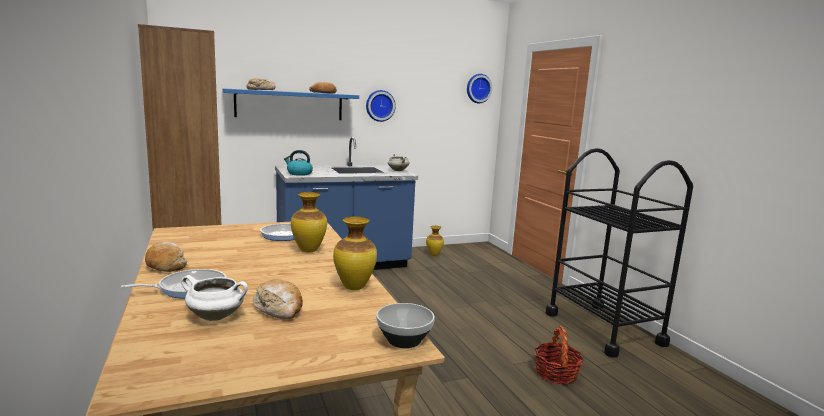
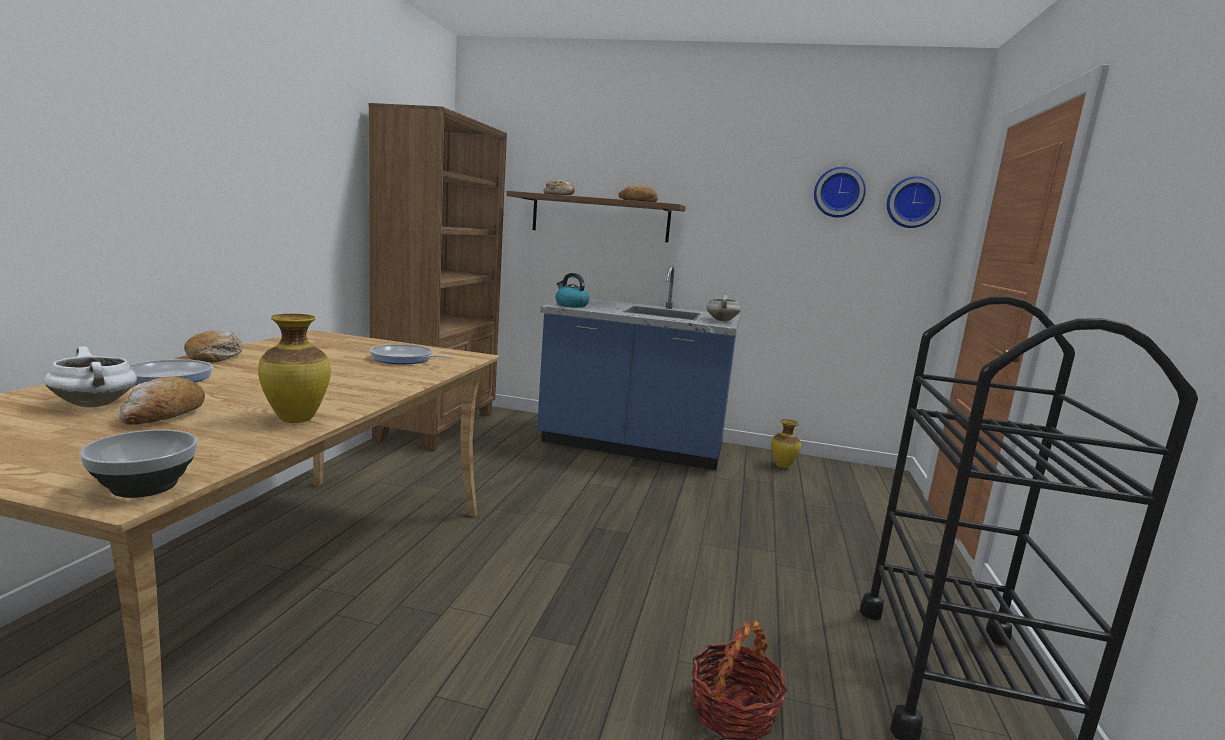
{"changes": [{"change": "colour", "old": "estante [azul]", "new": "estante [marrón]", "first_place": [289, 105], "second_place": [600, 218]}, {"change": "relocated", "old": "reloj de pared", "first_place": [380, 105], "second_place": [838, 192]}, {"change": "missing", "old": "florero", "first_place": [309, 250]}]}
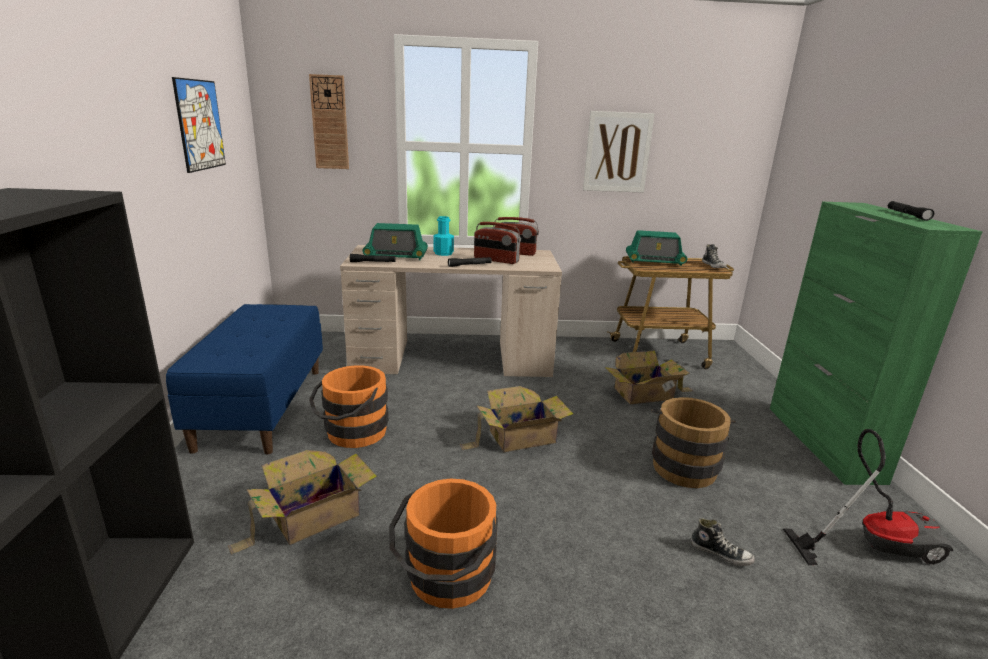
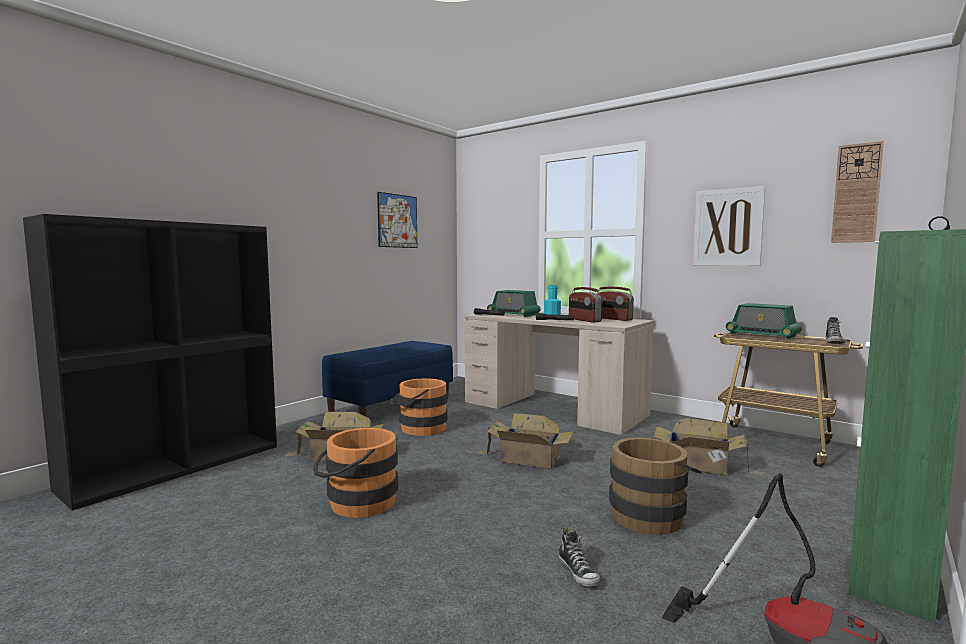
{"changes": [{"change": "relocated", "old": "reloj de pared", "first_place": [330, 123], "second_place": [856, 193]}]}
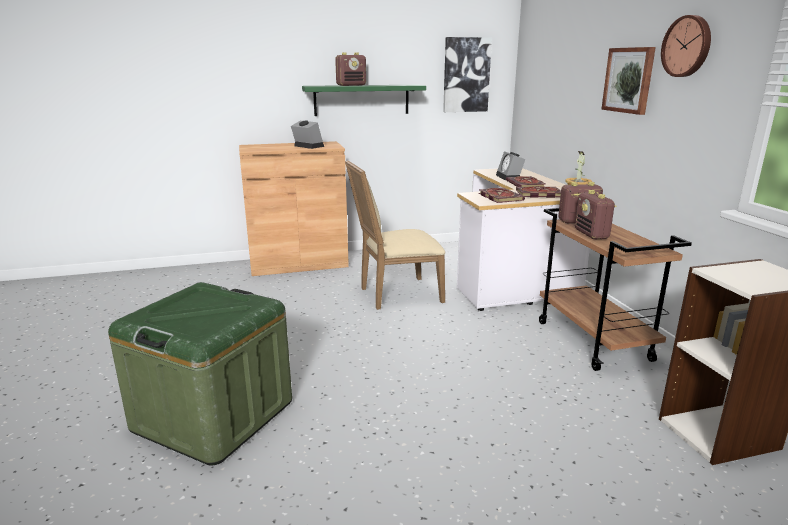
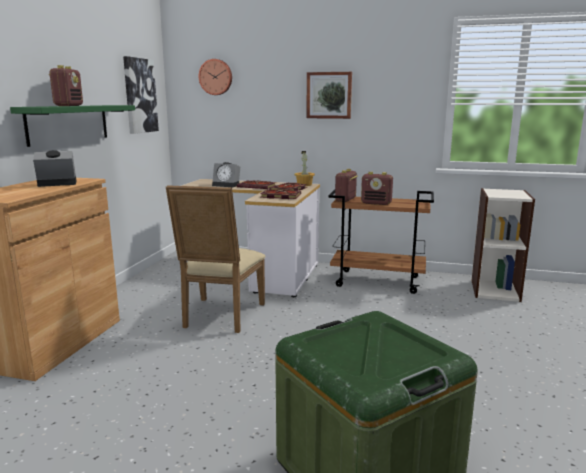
{"changes": [{"change": "relocated", "old": "reloj de pared", "first_place": [687, 46], "second_place": [216, 77]}]}
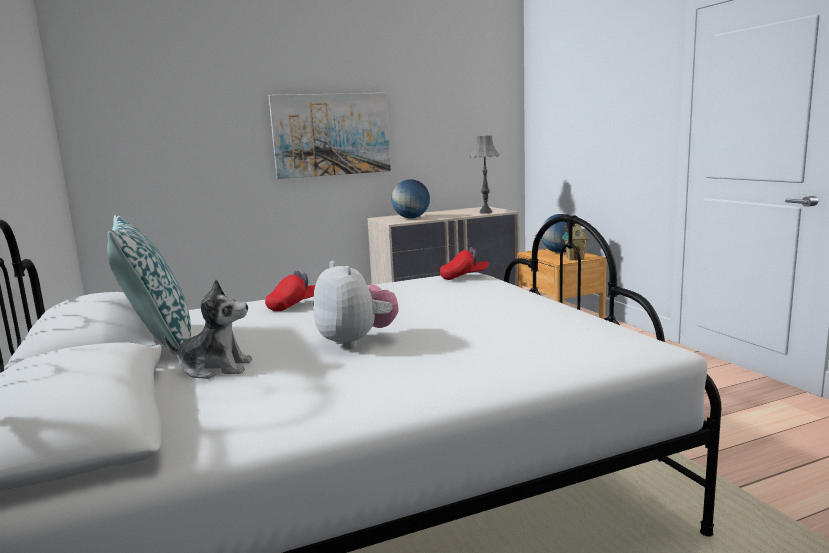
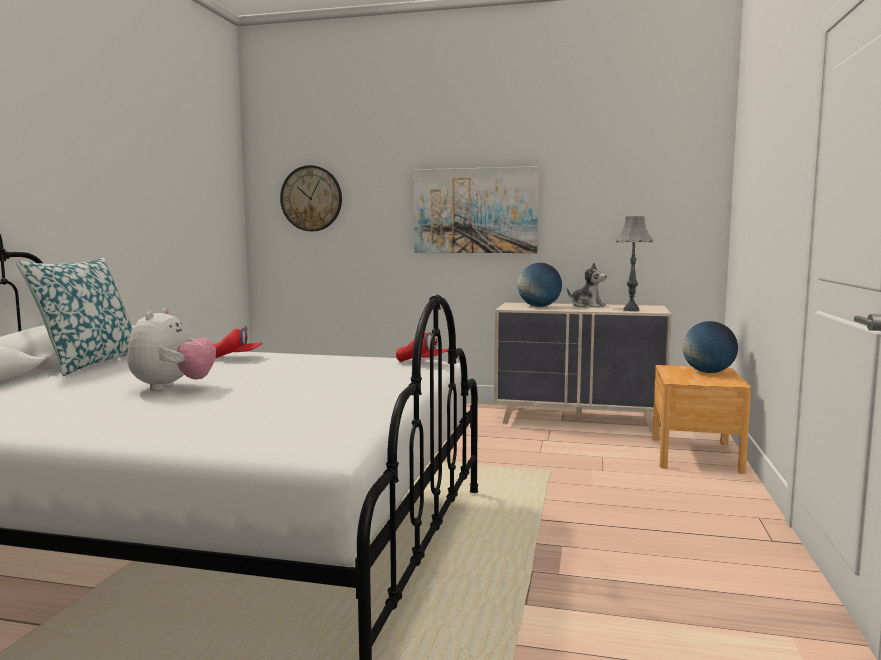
{"changes": [{"change": "missing", "old": "casita", "first_place": [575, 258]}, {"change": "relocated", "old": "peluche", "first_place": [216, 368], "second_place": [587, 306]}, {"change": "appeared", "new": "reloj de pared", "second_place": [311, 198]}]}
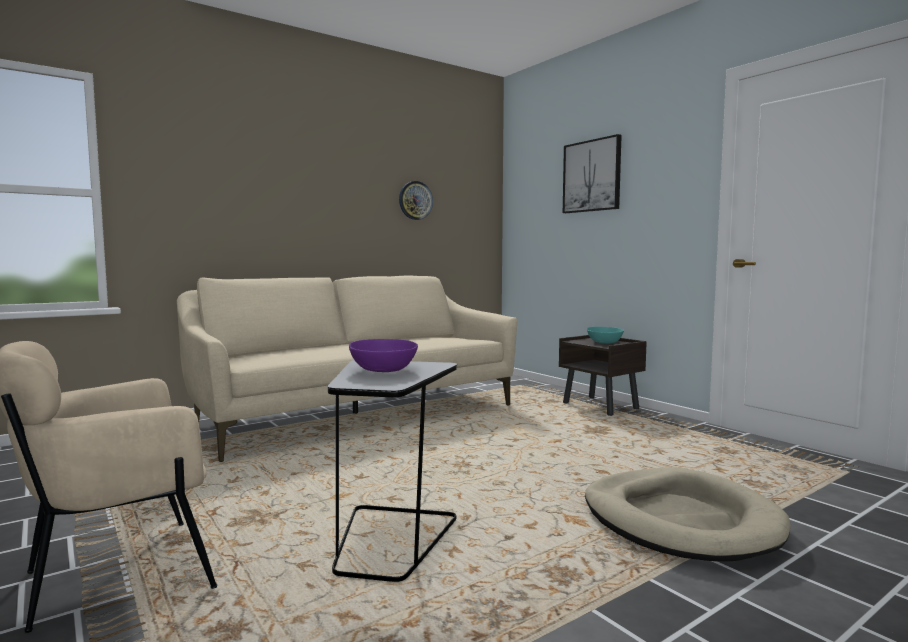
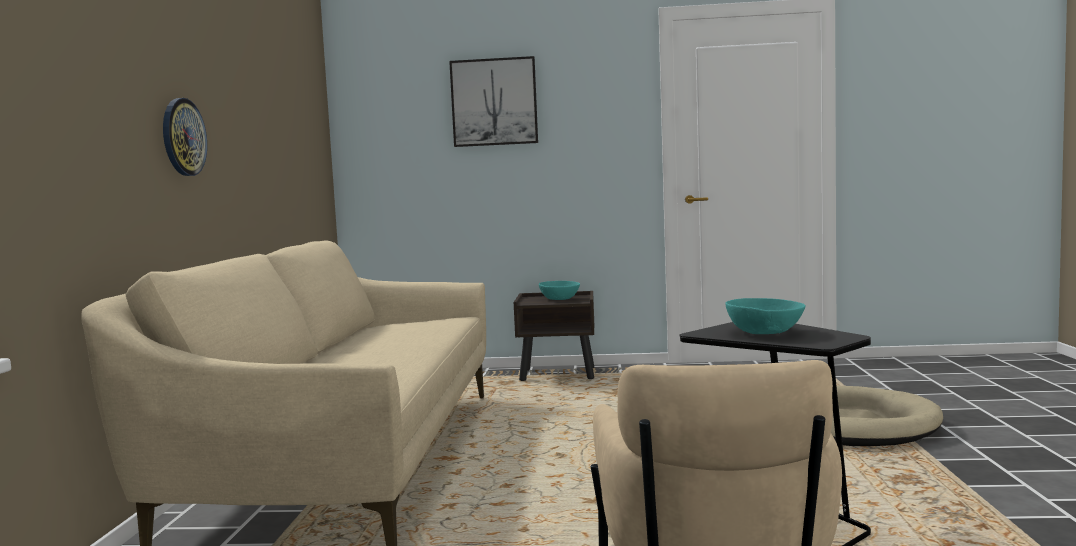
{"changes": [{"change": "relocated", "old": "reloj de pared", "first_place": [415, 200], "second_place": [183, 137]}, {"change": "colour", "old": "cuenco [morado]", "new": "cuenco [turquesa]", "first_place": [384, 370], "second_place": [765, 332]}]}
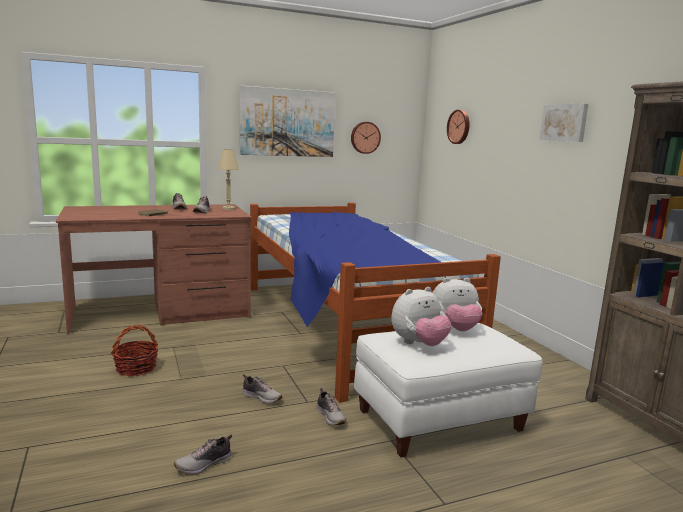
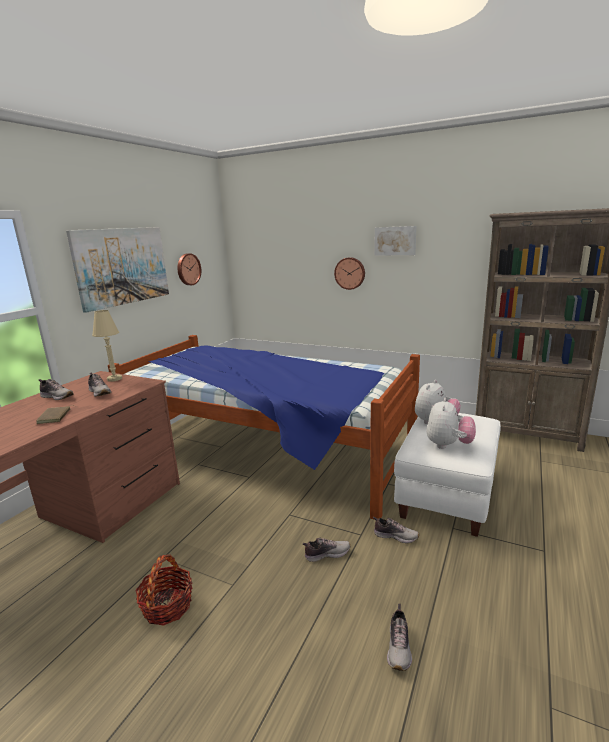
{"changes": [{"change": "relocated", "old": "reloj de pared", "first_place": [459, 127], "second_place": [350, 273]}]}
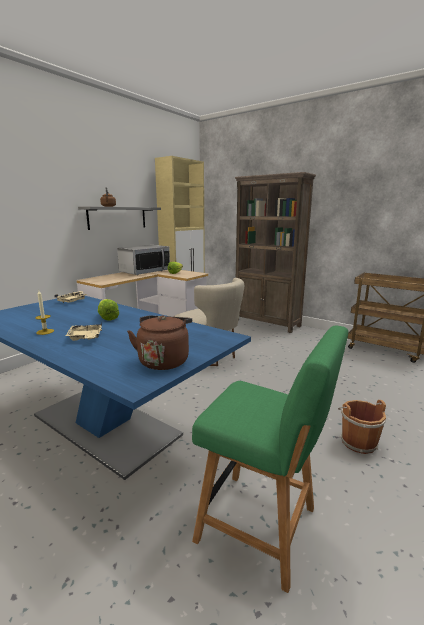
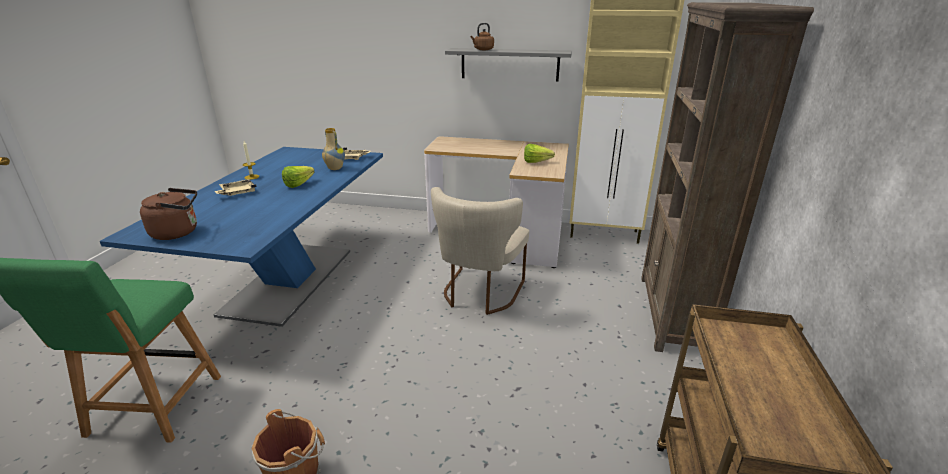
{"changes": [{"change": "missing", "old": "microondas", "first_place": [145, 272]}, {"change": "appeared", "new": "florero", "second_place": [334, 168]}]}
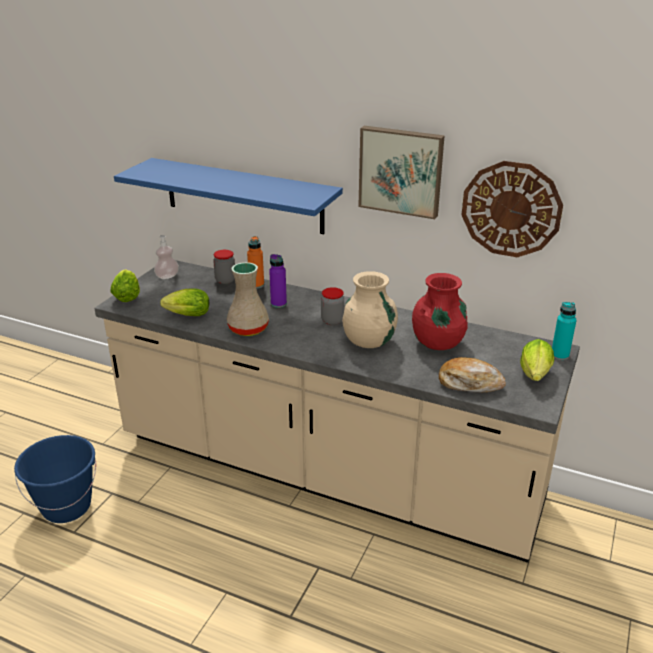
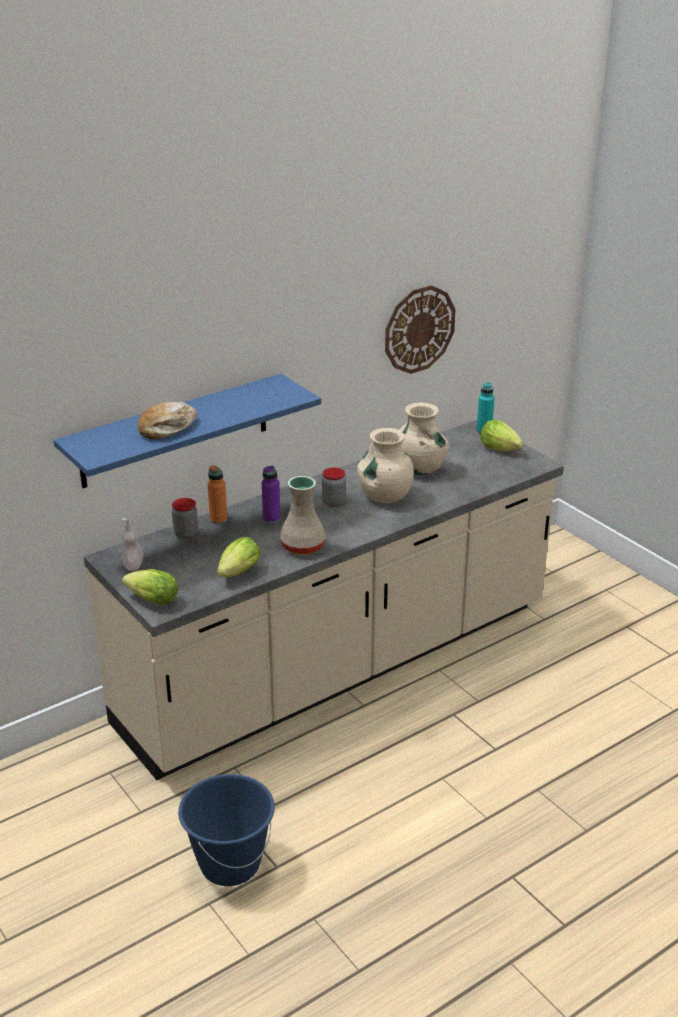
{"changes": [{"change": "missing", "old": "cuadro", "first_place": [401, 171]}, {"change": "colour", "old": "florero [rojo]", "new": "florero [beis]", "first_place": [437, 343], "second_place": [419, 469]}, {"change": "relocated", "old": "pan", "first_place": [469, 383], "second_place": [167, 428]}]}
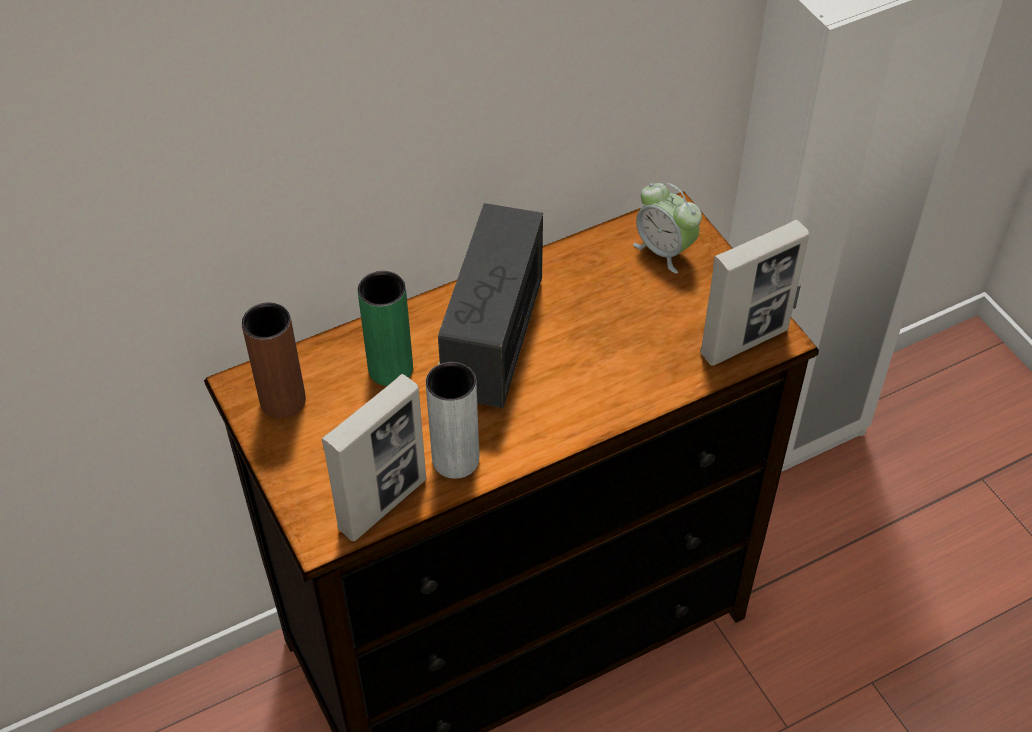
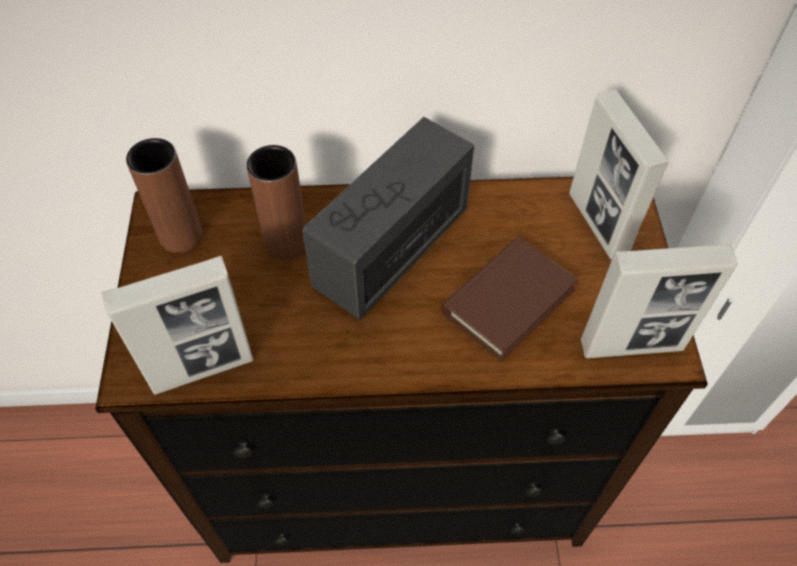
{"changes": [{"change": "exchanged", "old": "despertador", "new": "portarretratos", "first_place": [664, 250], "second_place": [598, 224]}, {"change": "colour", "old": "florero [verde]", "new": "florero [marrón]", "first_place": [390, 369], "second_place": [287, 242]}, {"change": "missing", "old": "florero [gris]", "first_place": [455, 459]}, {"change": "appeared", "new": "libro [marrón]", "second_place": [508, 300]}]}
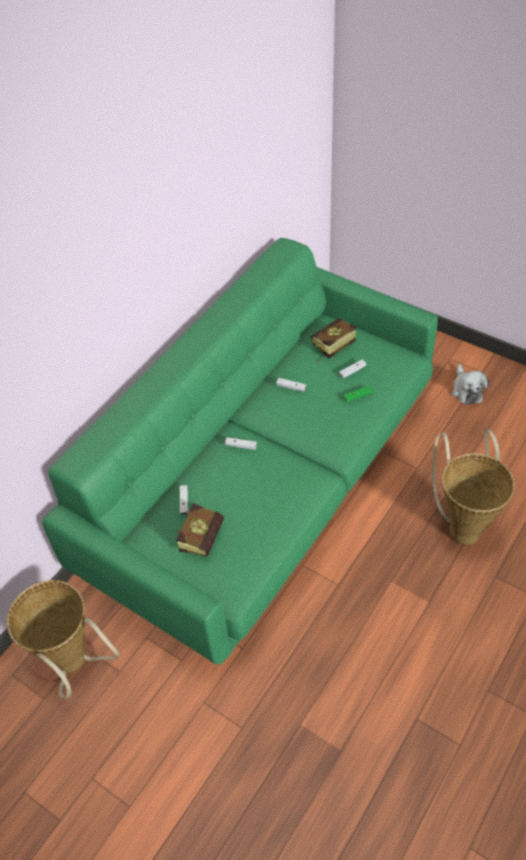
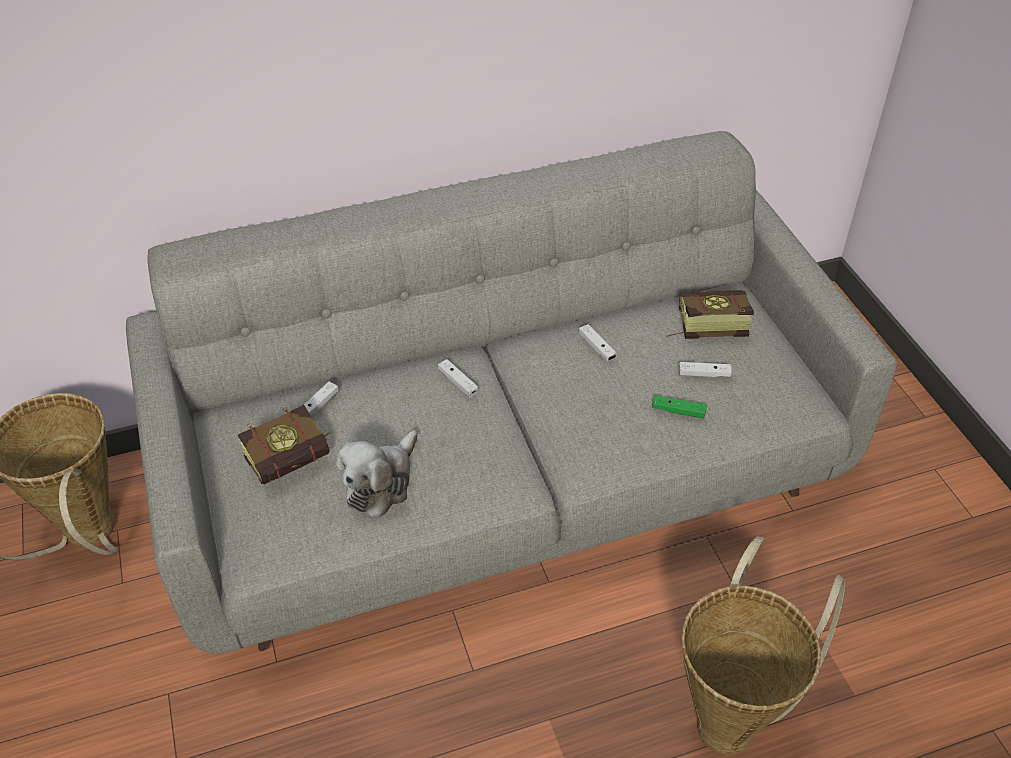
{"changes": [{"change": "colour", "old": "sofá [verde]", "new": "sofá [gris]", "first_place": [266, 484], "second_place": [506, 477]}, {"change": "relocated", "old": "peluche", "first_place": [467, 390], "second_place": [381, 482]}]}
